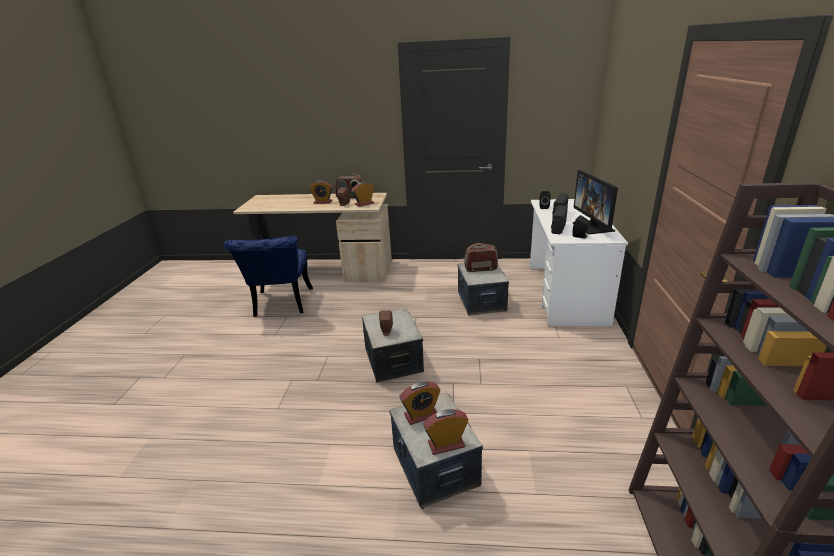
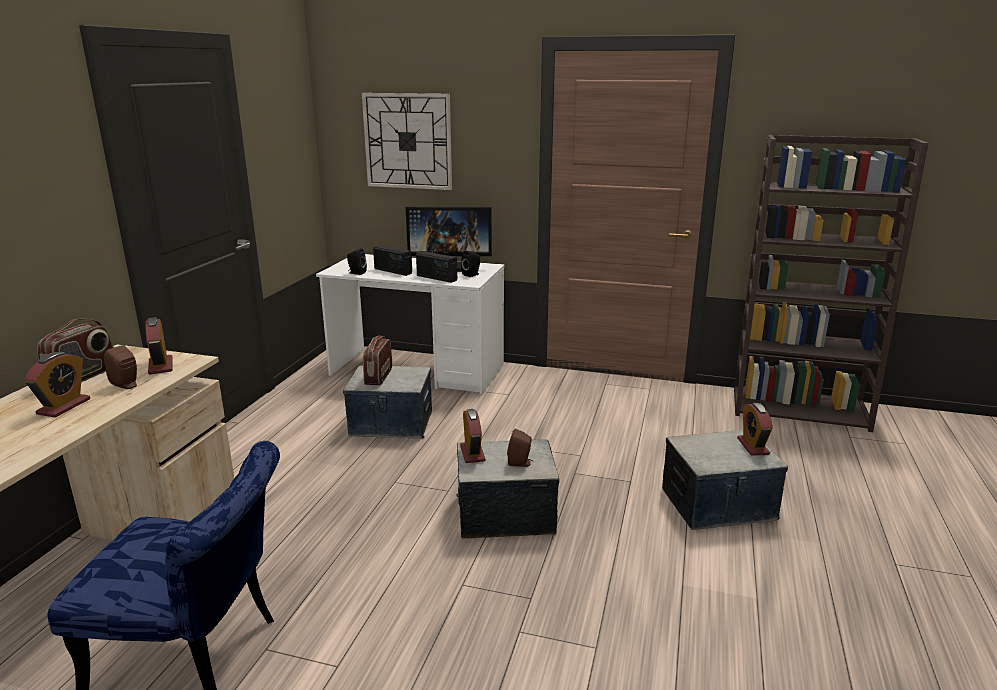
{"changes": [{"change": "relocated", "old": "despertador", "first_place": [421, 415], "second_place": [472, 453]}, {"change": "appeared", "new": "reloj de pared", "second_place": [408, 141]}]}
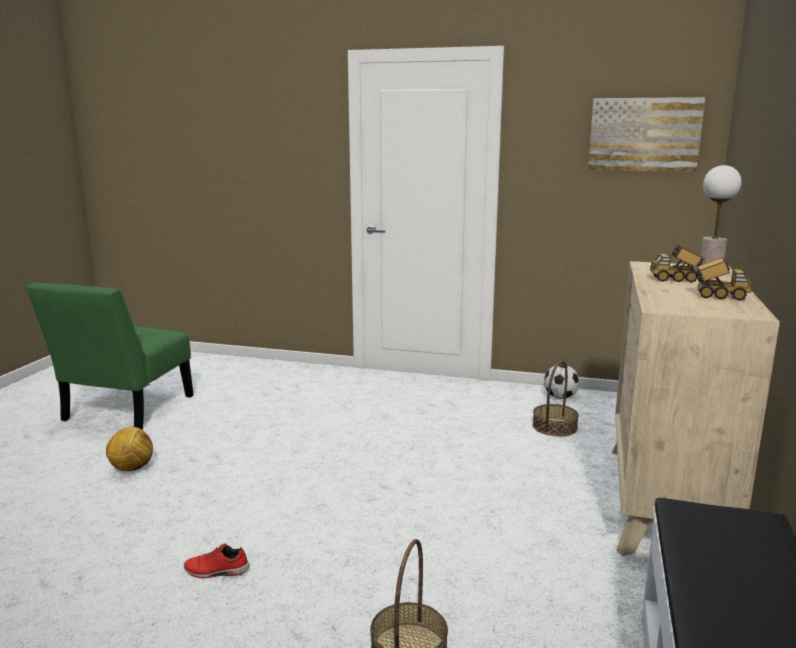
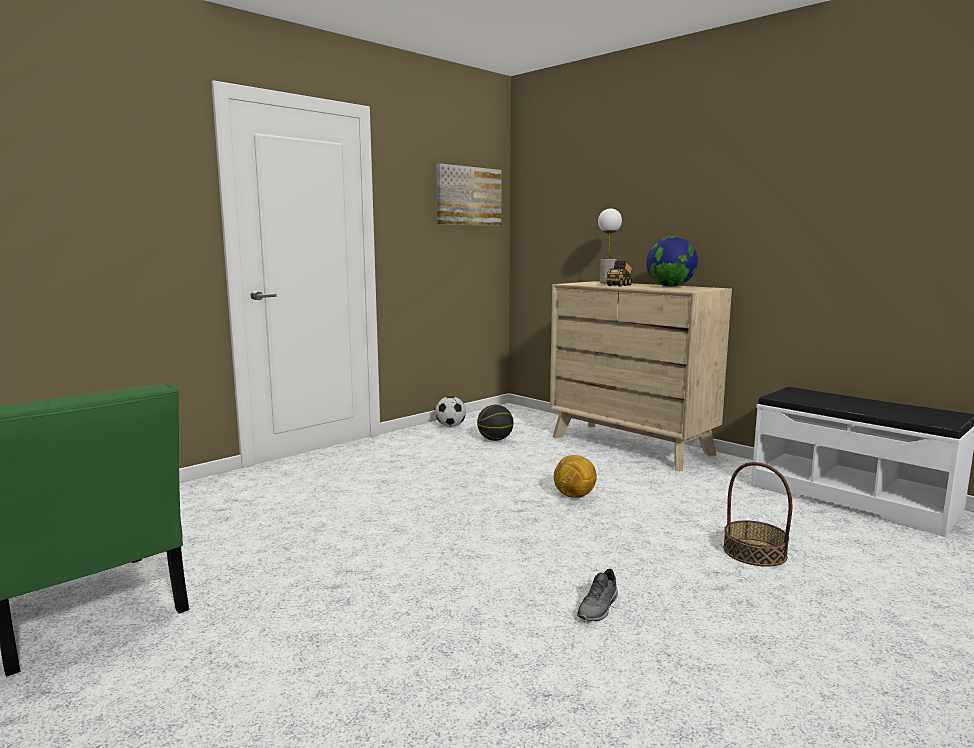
{"changes": [{"change": "exchanged", "old": "camión de juguete", "new": "globo terráqueo", "first_place": [719, 296], "second_place": [670, 286]}, {"change": "exchanged", "old": "cesta", "new": "balón de baloncesto", "first_place": [555, 427], "second_place": [495, 440]}, {"change": "relocated", "old": "balón de fútbol", "first_place": [131, 469], "second_place": [574, 496]}, {"change": "colour", "old": "zapato [rojo]", "new": "zapato [gris]", "first_place": [216, 572], "second_place": [599, 608]}]}
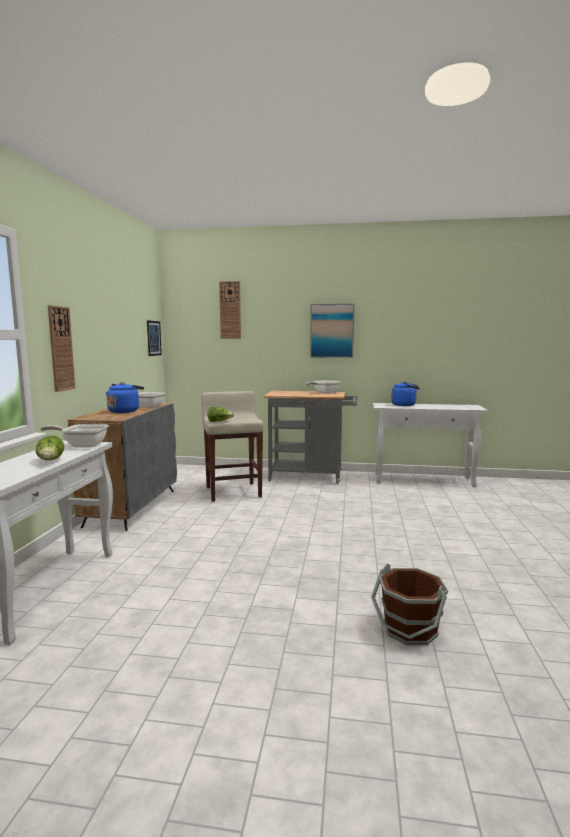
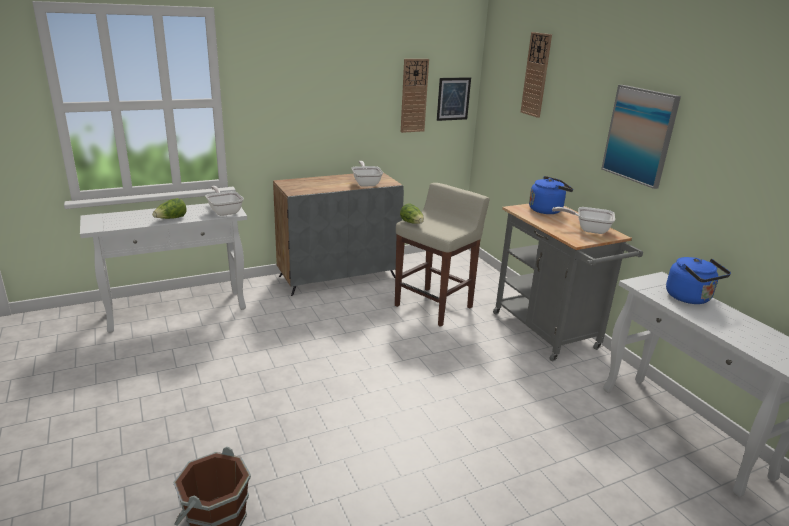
{"changes": [{"change": "relocated", "old": "reloj de pared", "first_place": [61, 348], "second_place": [414, 96]}, {"change": "relocated", "old": "hervidor [azul]", "first_place": [125, 411], "second_place": [547, 210]}]}
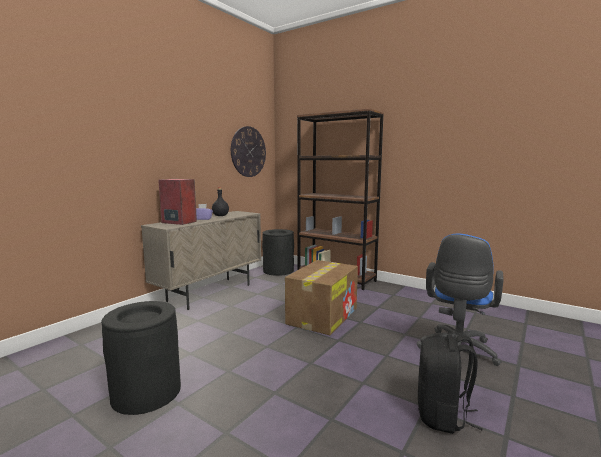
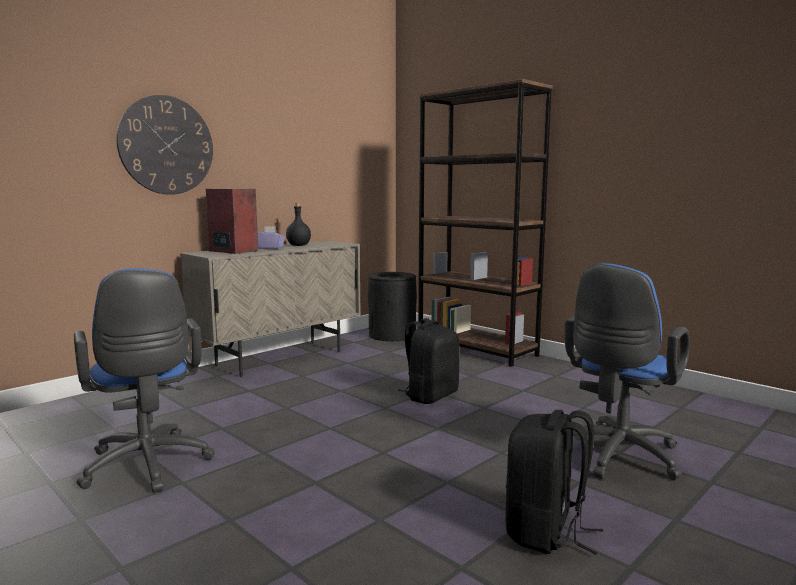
{"changes": [{"change": "relocated", "old": "reloj de pared", "first_place": [248, 152], "second_place": [166, 145]}, {"change": "exchanged", "old": "caja de cartón", "new": "mochila [negro]", "first_place": [323, 315], "second_place": [430, 396]}, {"change": "exchanged", "old": "papelera [negro]", "new": "silla de oficina [azul]", "first_place": [146, 392], "second_place": [147, 467]}]}
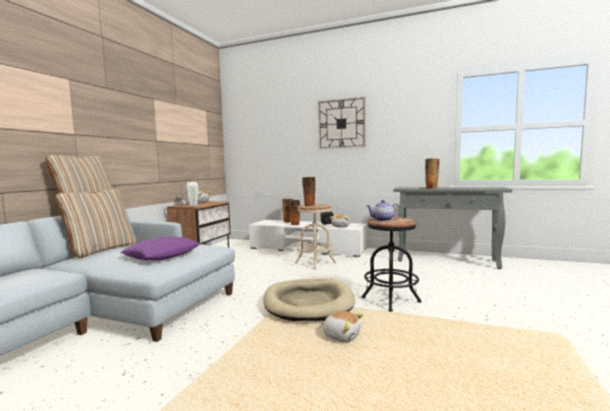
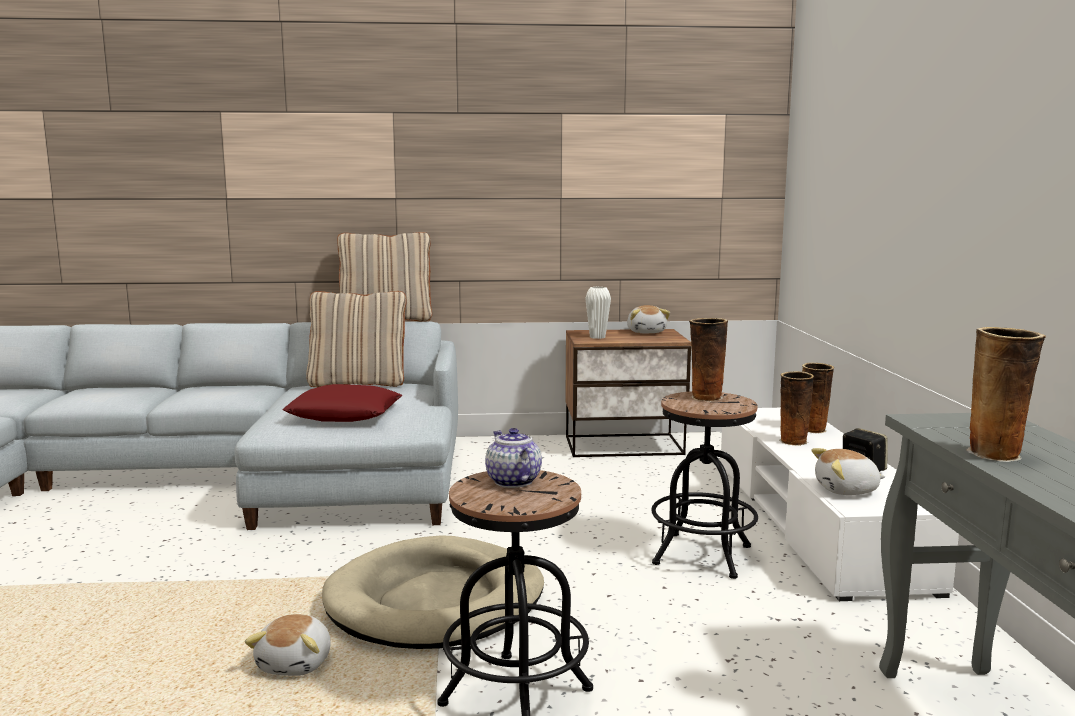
{"changes": [{"change": "missing", "old": "reloj de pared", "first_place": [341, 123]}, {"change": "colour", "old": "taburete [beis]", "new": "taburete [negro]", "first_place": [315, 263], "second_place": [702, 555]}, {"change": "colour", "old": "cojín [morado]", "new": "cojín [rojo]", "first_place": [162, 255], "second_place": [344, 414]}]}
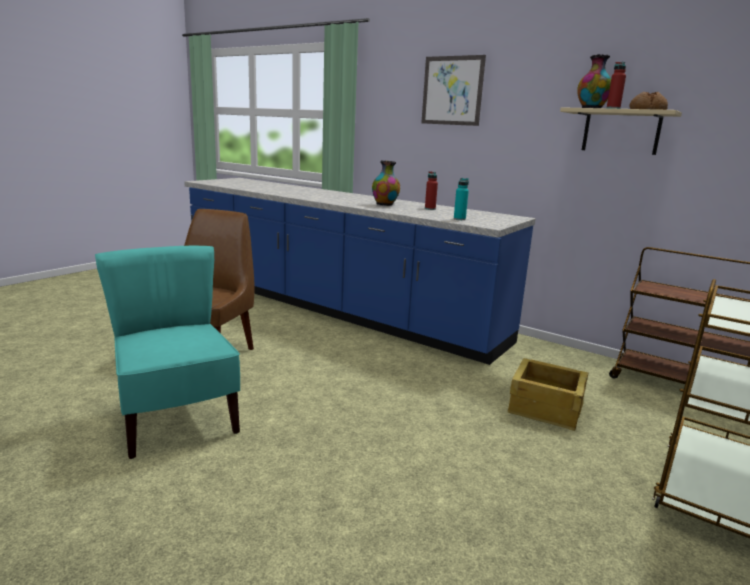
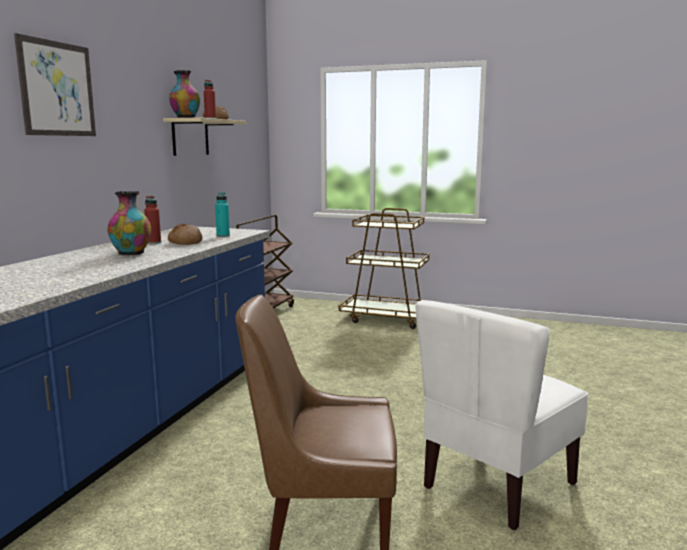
{"changes": [{"change": "colour", "old": "silla [turquesa]", "new": "silla [blanco]", "first_place": [177, 420], "second_place": [496, 485]}, {"change": "missing", "old": "caja de embalaje", "first_place": [545, 408]}, {"change": "appeared", "new": "pan", "second_place": [185, 242]}]}
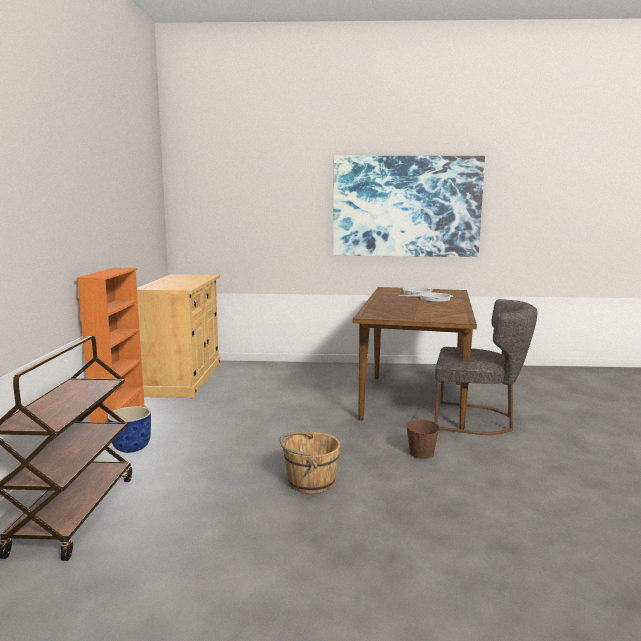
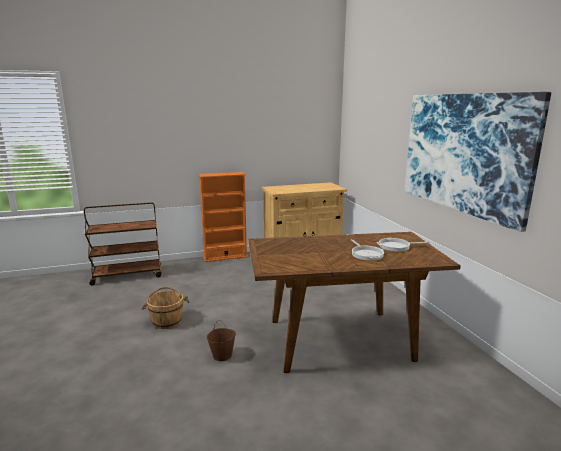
{"changes": [{"change": "missing", "old": "silla [gris]", "first_place": [478, 420]}, {"change": "missing", "old": "maceta", "first_place": [131, 448]}]}
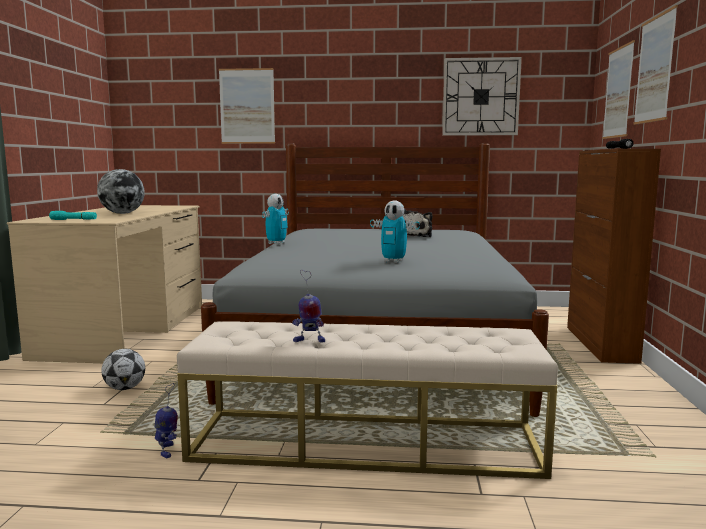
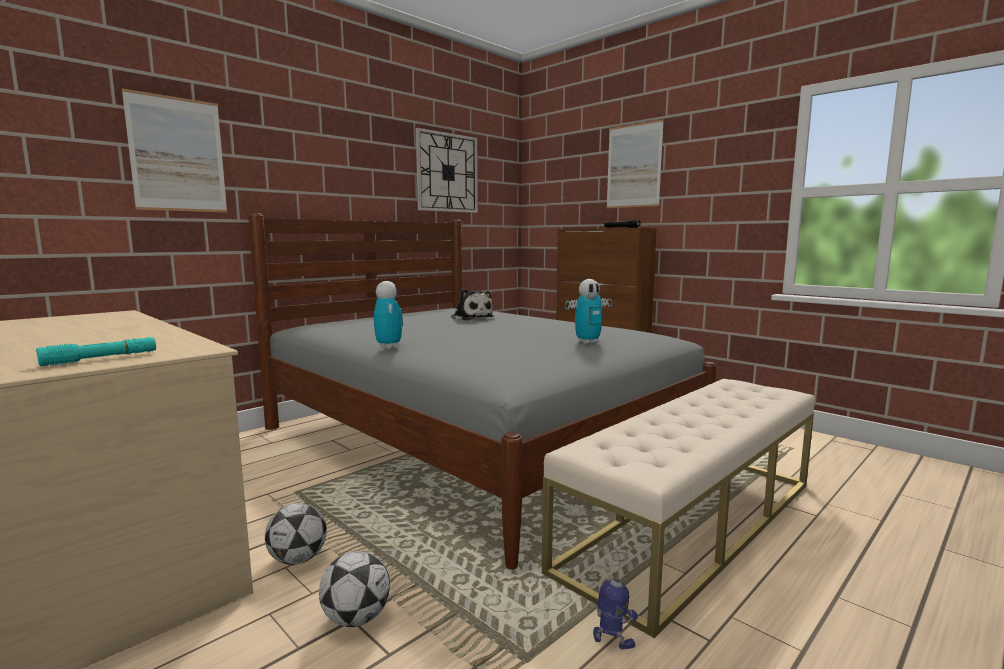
{"changes": [{"change": "missing", "old": "cuadro", "first_place": [618, 92]}, {"change": "missing", "old": "globo terráqueo", "first_place": [122, 213]}, {"change": "missing", "old": "robot de juguete", "first_place": [309, 341]}, {"change": "appeared", "new": "balón de fútbol", "second_place": [298, 559]}]}
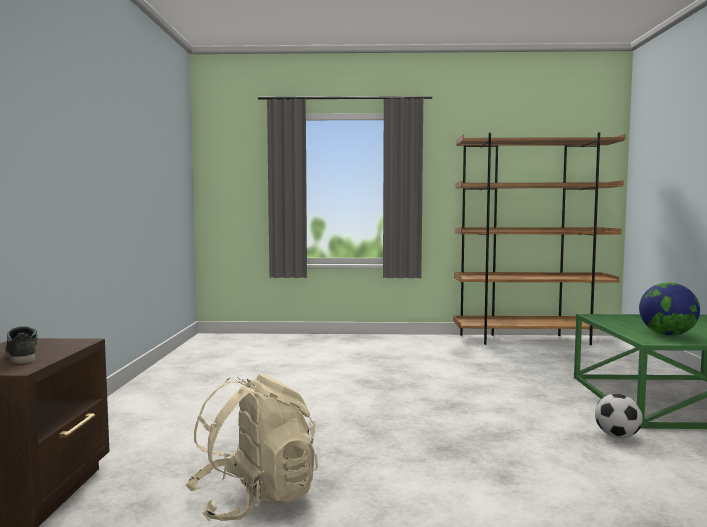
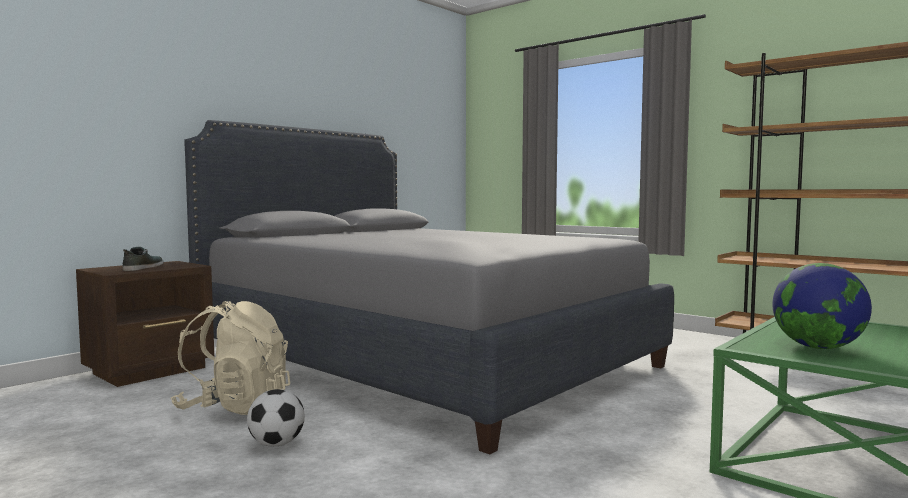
{"changes": [{"change": "relocated", "old": "balón de fútbol", "first_place": [617, 436], "second_place": [276, 444]}, {"change": "appeared", "new": "cama [gris]", "second_place": [421, 359]}]}
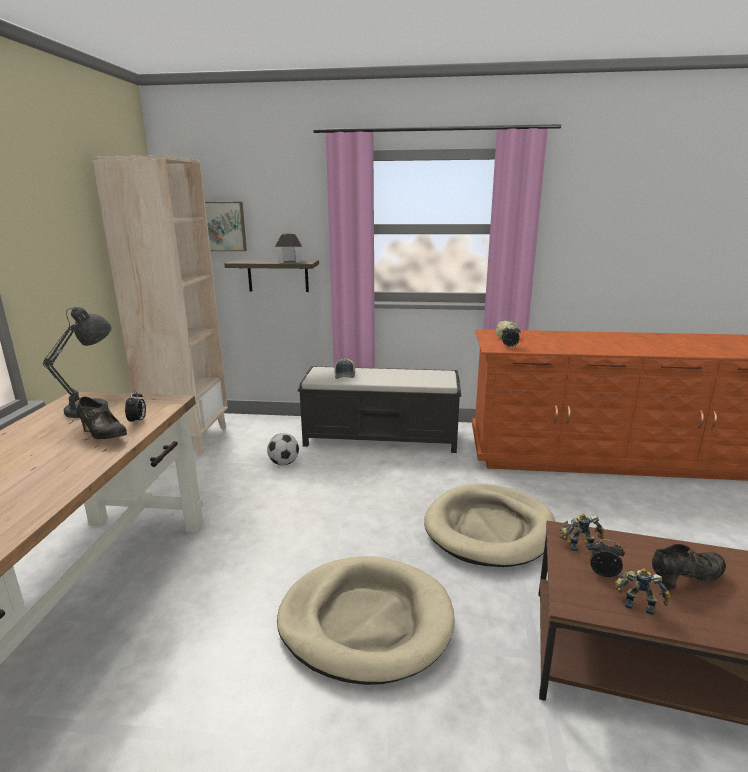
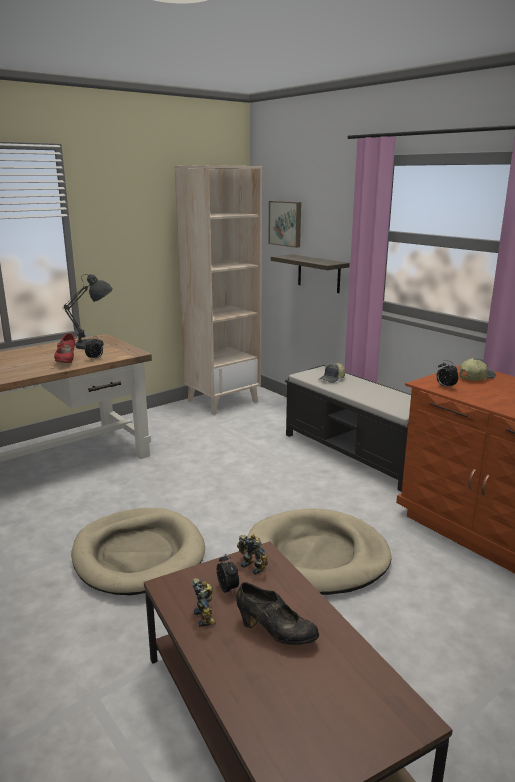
{"changes": [{"change": "missing", "old": "casita", "first_place": [289, 261]}, {"change": "colour", "old": "zapato [negro]", "new": "zapato [rojo]", "first_place": [103, 436], "second_place": [66, 361]}, {"change": "missing", "old": "balón de fútbol", "first_place": [284, 463]}]}
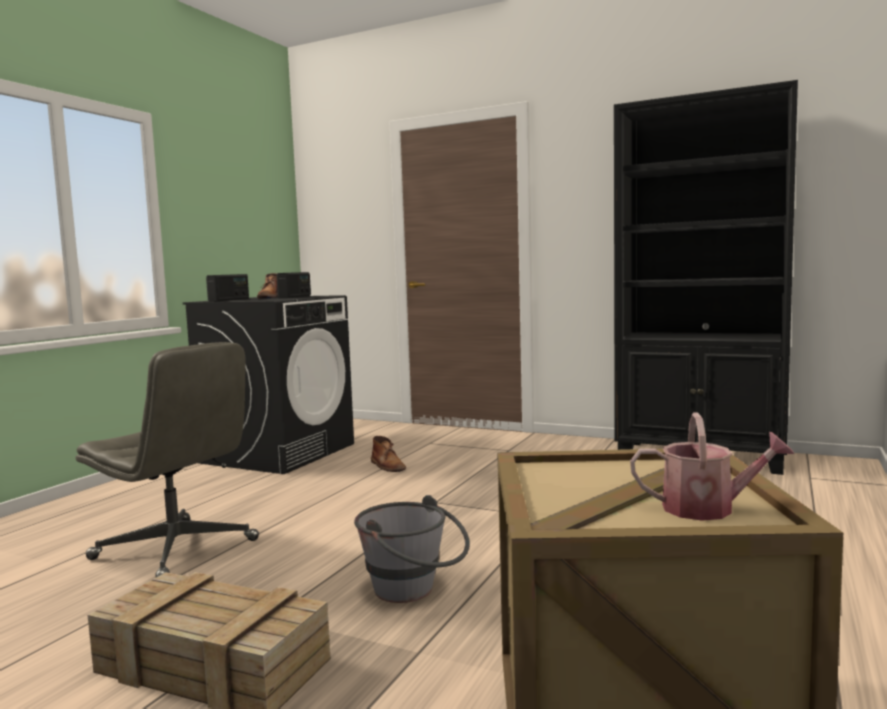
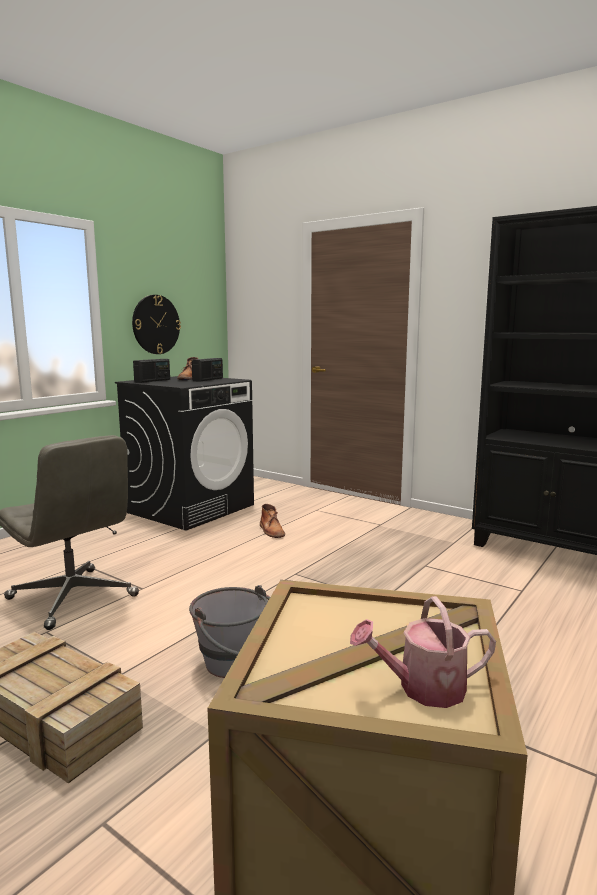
{"changes": [{"change": "spun", "old": "regadera", "first_place": [708, 508], "second_place": [423, 688], "degrees": 150}, {"change": "appeared", "new": "reloj de pared", "second_place": [156, 324]}]}
